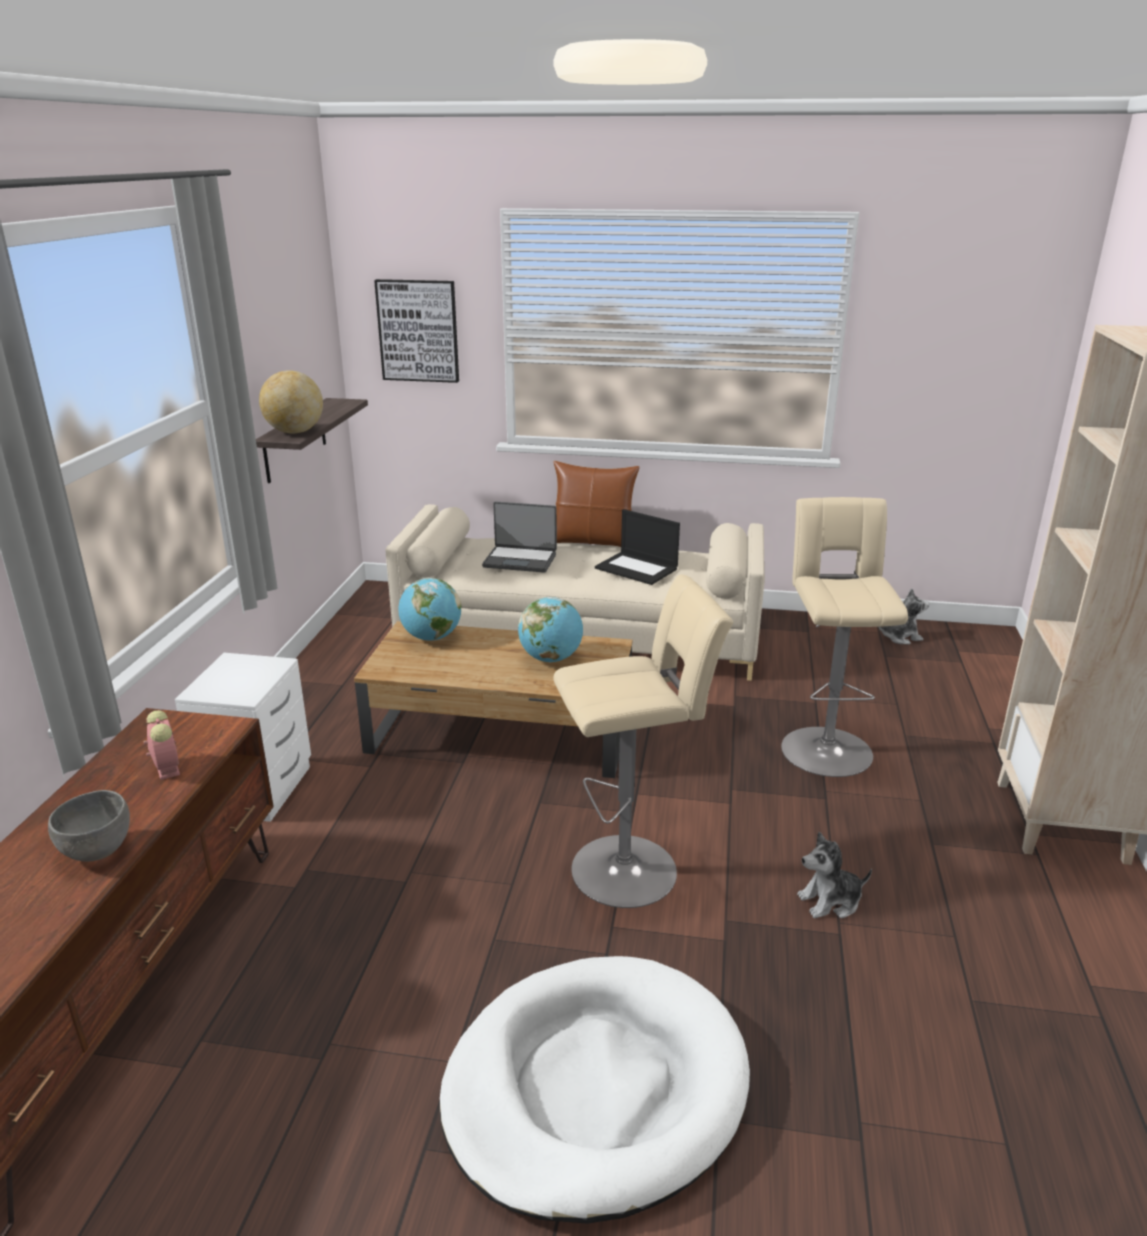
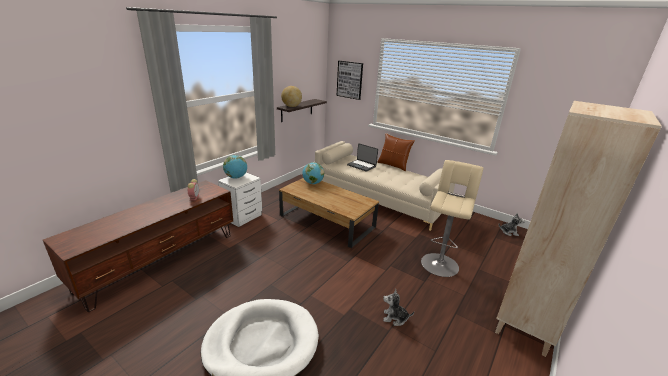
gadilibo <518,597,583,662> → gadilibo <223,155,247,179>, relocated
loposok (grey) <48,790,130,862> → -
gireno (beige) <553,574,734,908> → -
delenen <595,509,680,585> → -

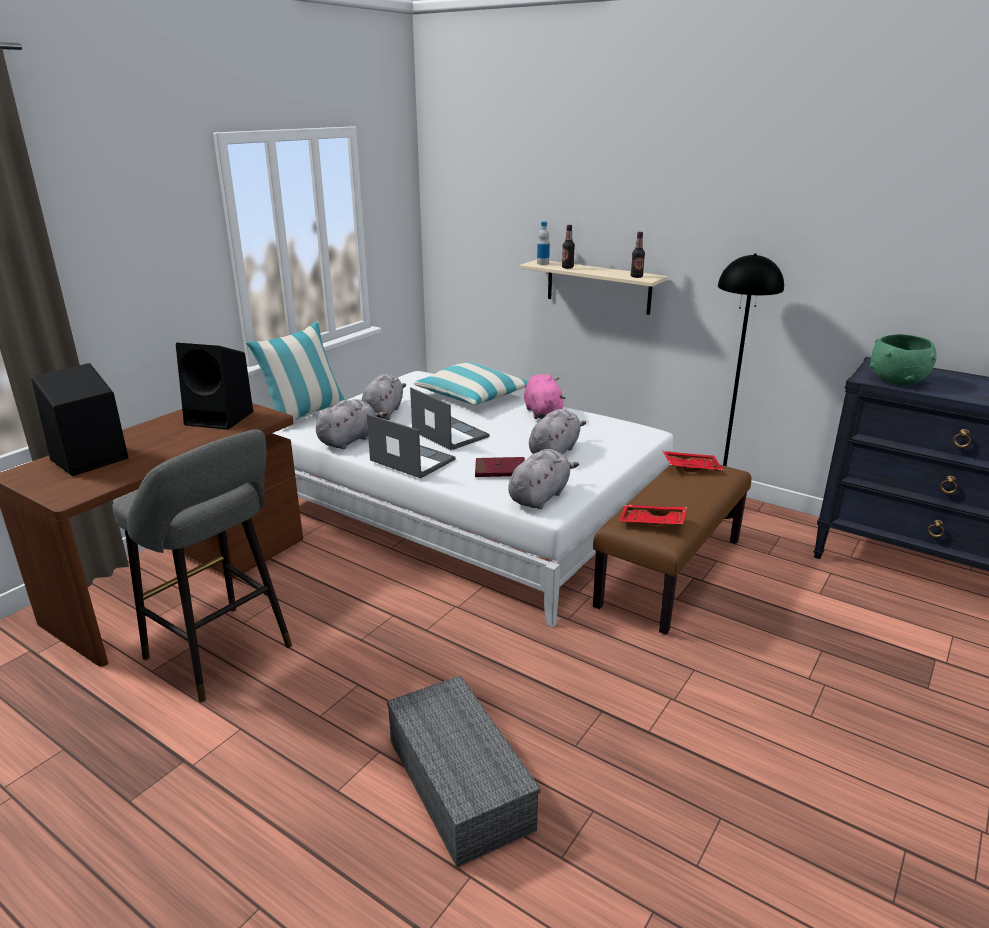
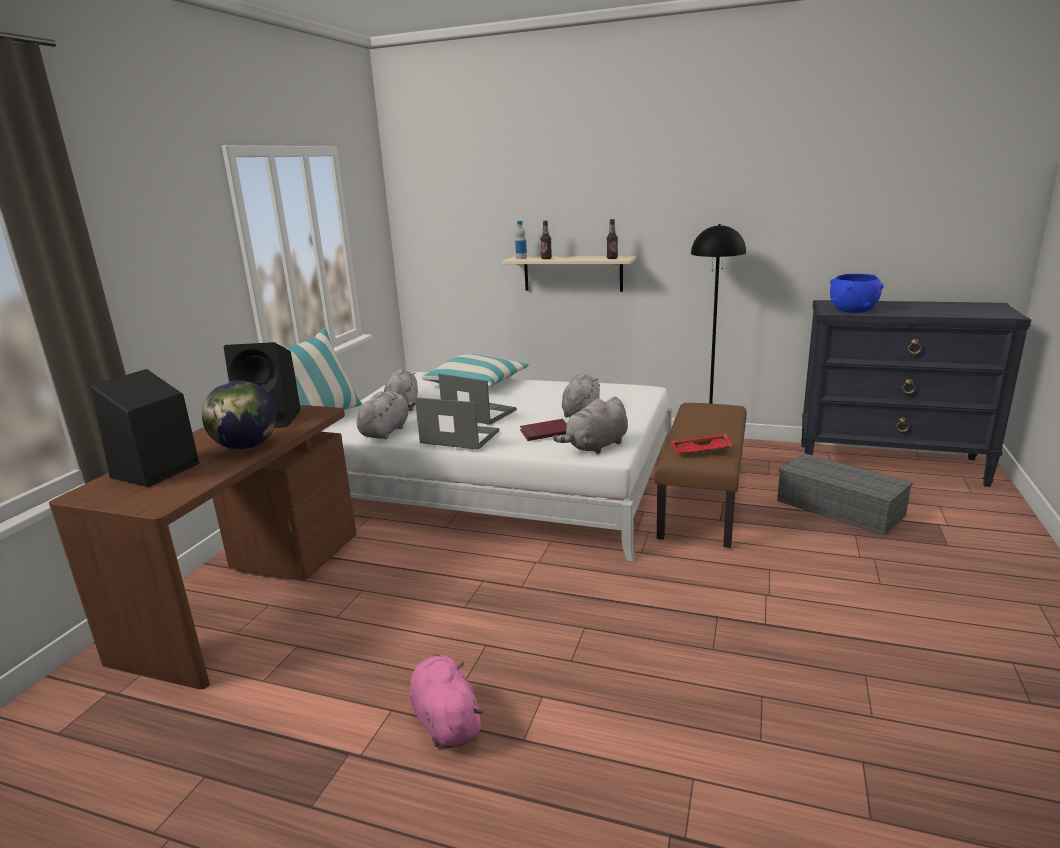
- → gadilibo <202,380,277,450>
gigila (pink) <524,374,565,419> → gigila (pink) <410,654,483,748>, relocated
gigila (grey) <508,449,579,509> → gigila (grey) <553,397,628,454>, 150 degrees counterclockwise
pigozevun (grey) <387,675,540,867> → pigozevun (grey) <777,453,913,536>, relocated
loposok (green) <870,334,937,385> → loposok (blue) <830,274,884,313>
gireno (grey) <112,429,292,702> → -
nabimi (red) <663,451,723,472> → -

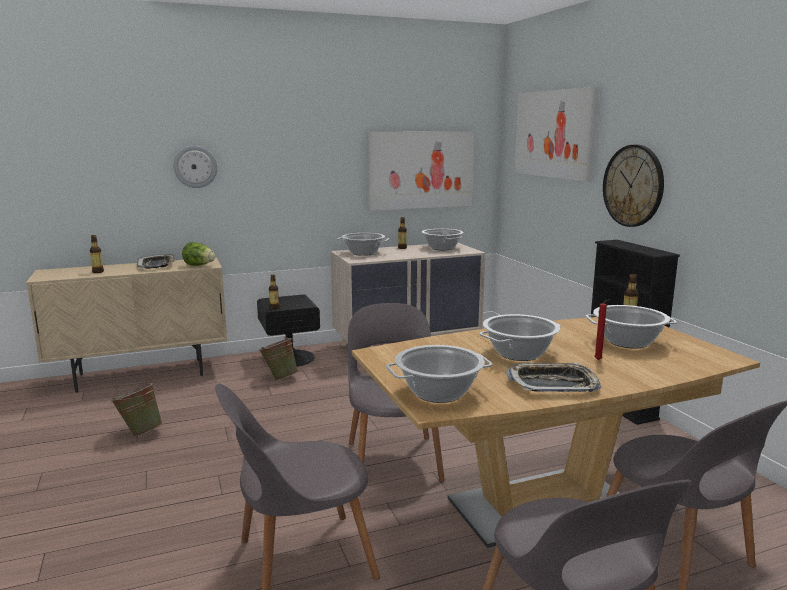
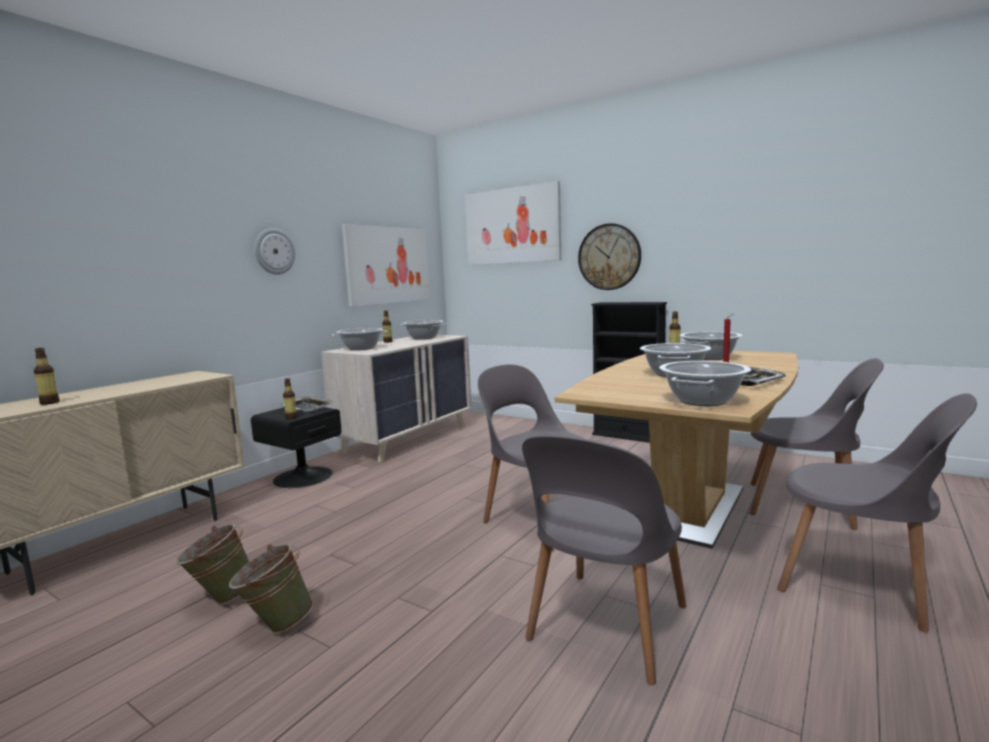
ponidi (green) <259,337,298,380> → ponidi (green) <229,544,314,634>, relocated
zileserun <173,145,217,188> → zileserun <255,228,295,275>, relocated
nabimi <137,254,175,269> → nabimi <280,397,334,412>, relocated
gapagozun <182,242,215,266> → -

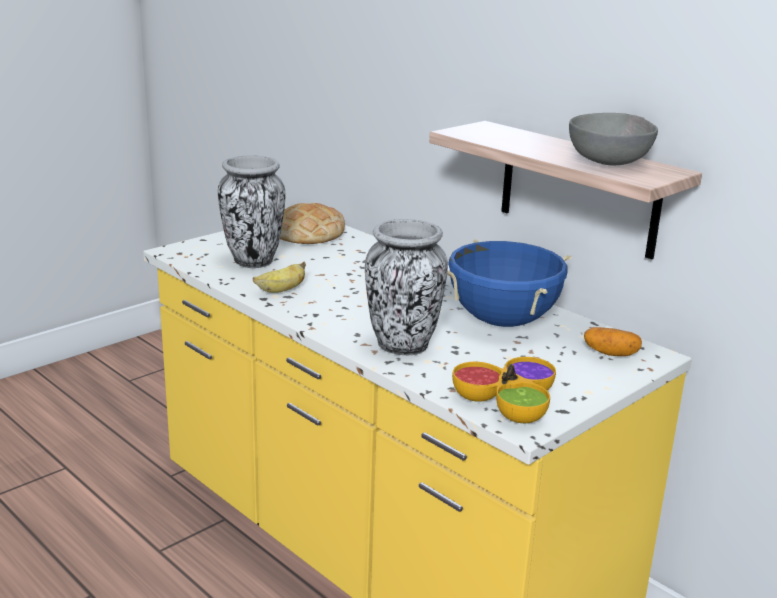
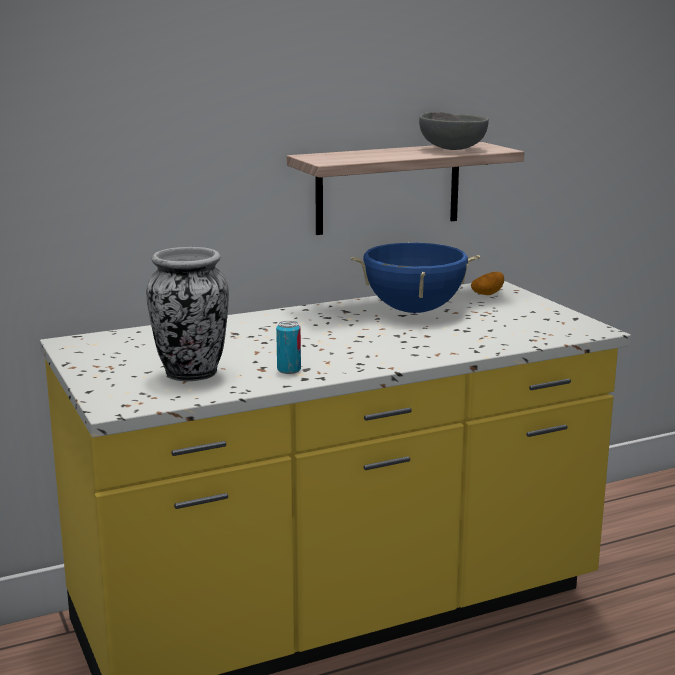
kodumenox <253,262,306,293> → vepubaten <276,321,301,374>
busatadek <280,203,345,244> → -
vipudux <365,219,448,355> → -
loposok <452,357,556,423> → -

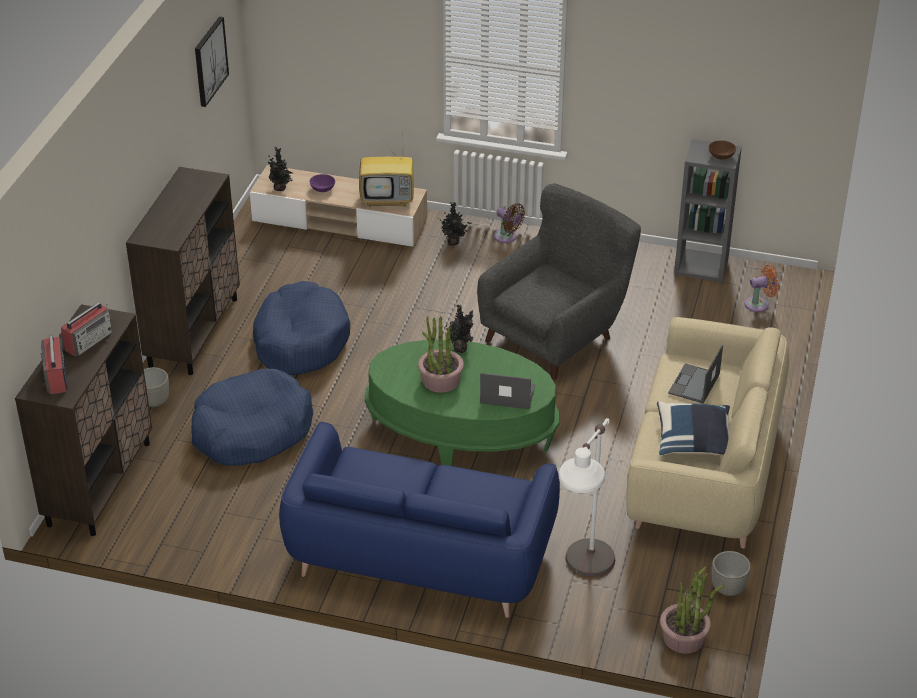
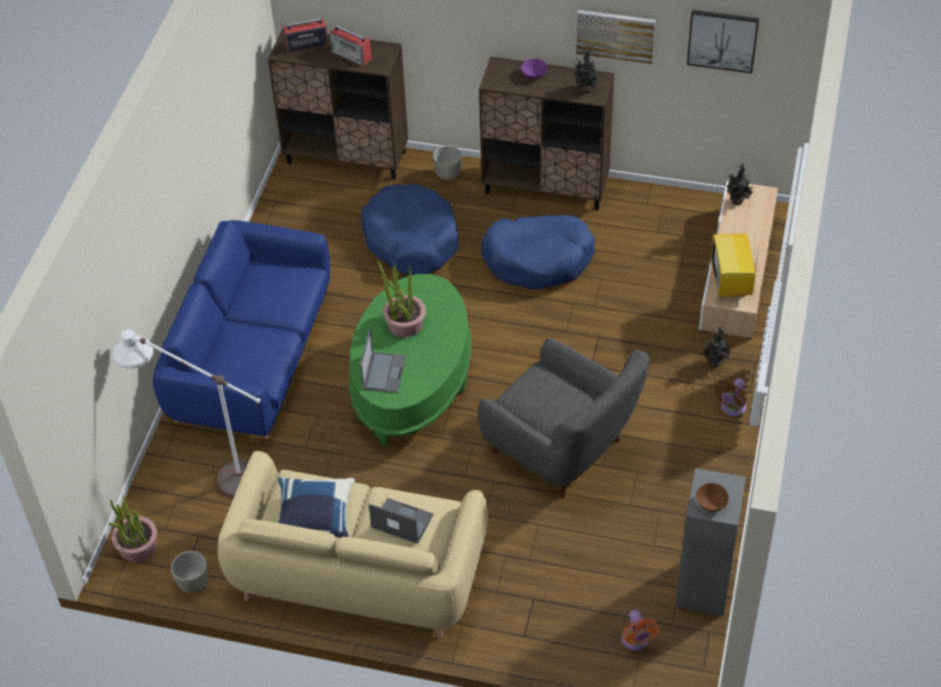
loposok (purple) <309,174,335,192> → loposok (purple) <521,58,547,79>, relocated
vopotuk <445,305,473,353> → vopotuk <575,49,603,93>, relocated
- → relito <576,10,656,64>

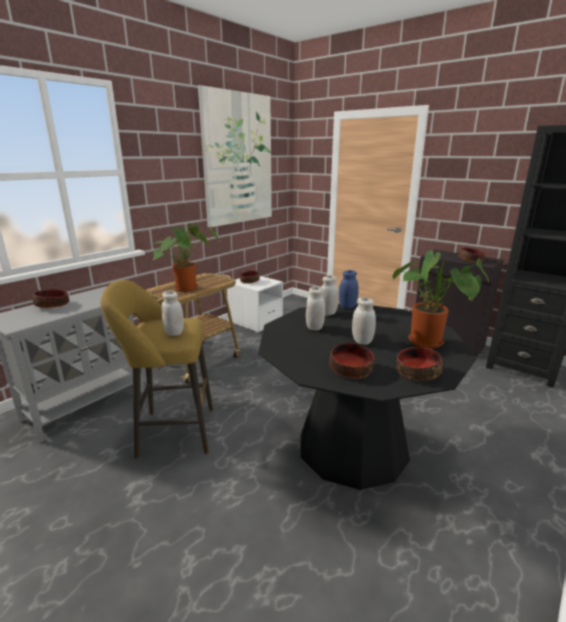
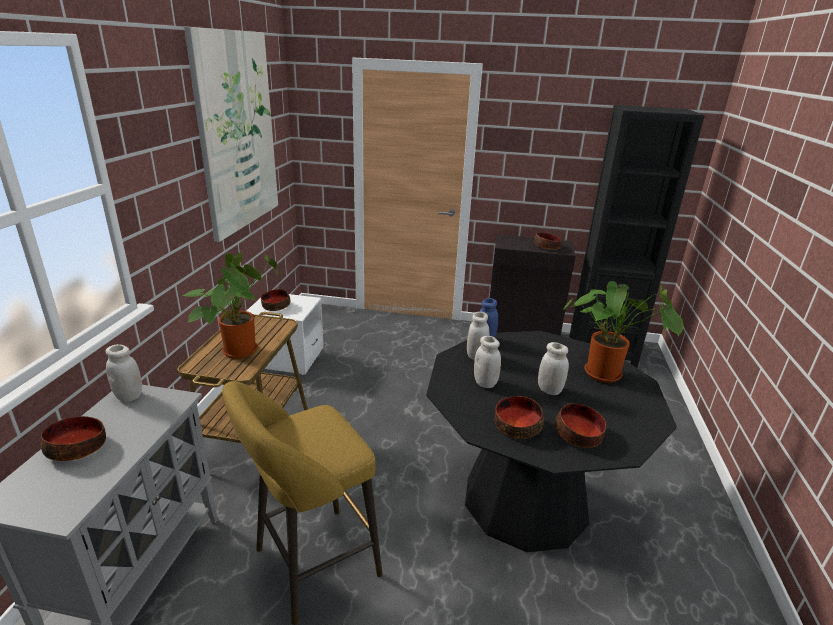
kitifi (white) <162,291,184,336> → kitifi (white) <105,344,142,402>, relocated
loposok <396,347,443,381> → loposok <495,396,544,439>, relocated

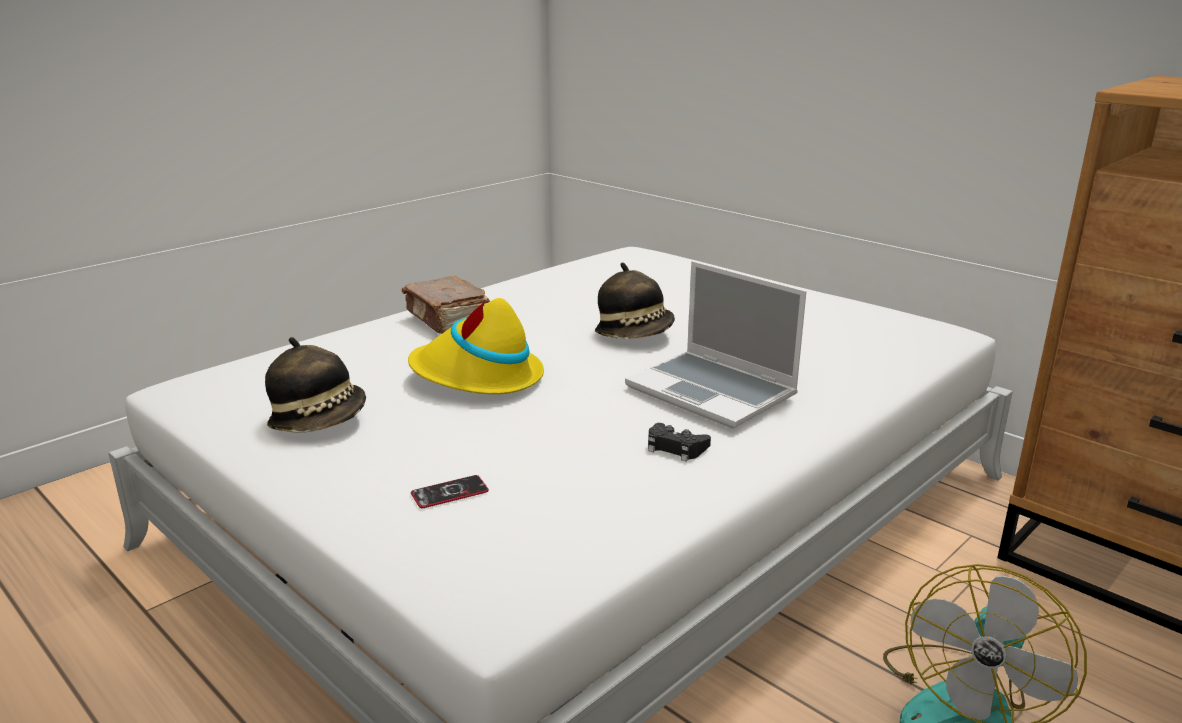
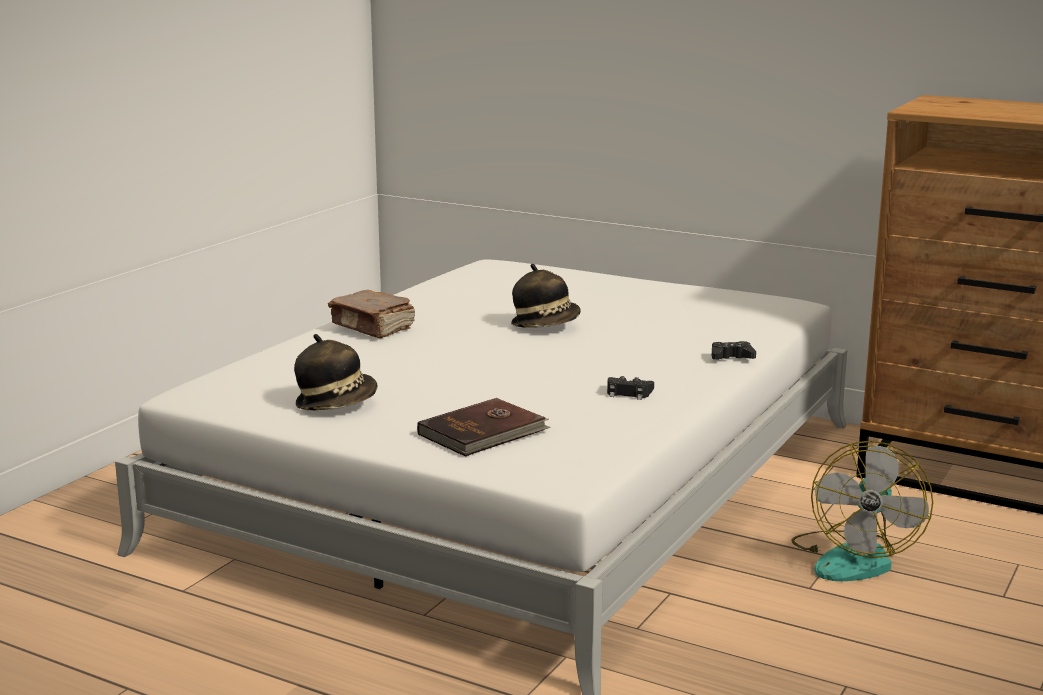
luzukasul <411,475,489,508> → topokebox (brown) <417,398,551,457>
- → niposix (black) <712,341,756,360>
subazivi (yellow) <408,298,544,394> → -
delenen <625,261,806,429> → -

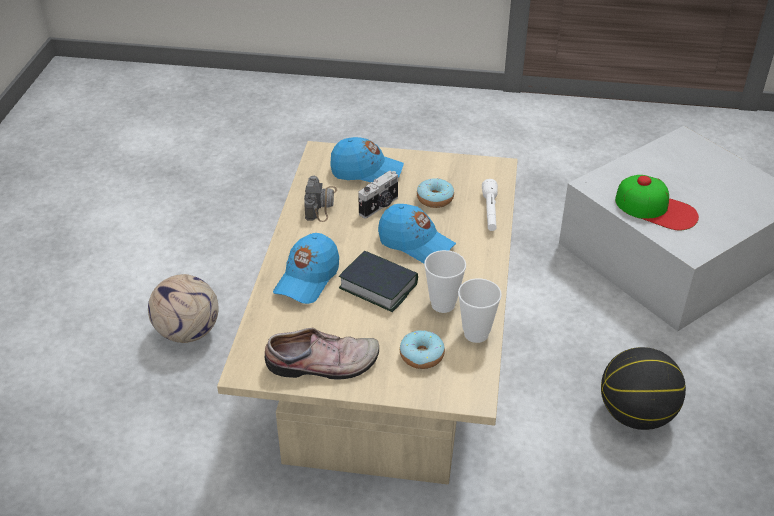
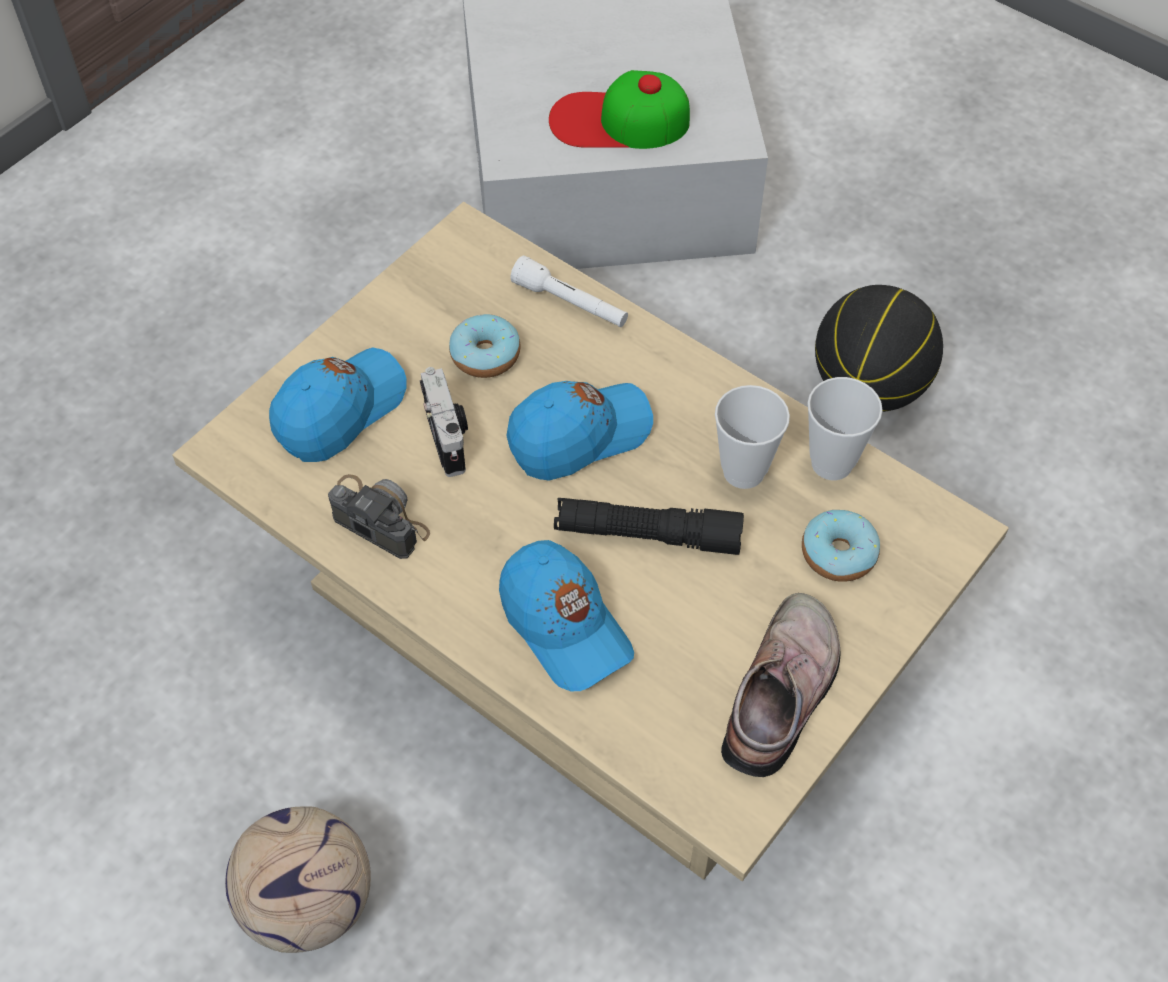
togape <615,175,699,230> → togape <549,70,690,149>, 150 degrees counterclockwise
topokebox <339,250,418,312> → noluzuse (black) <554,498,744,555>

